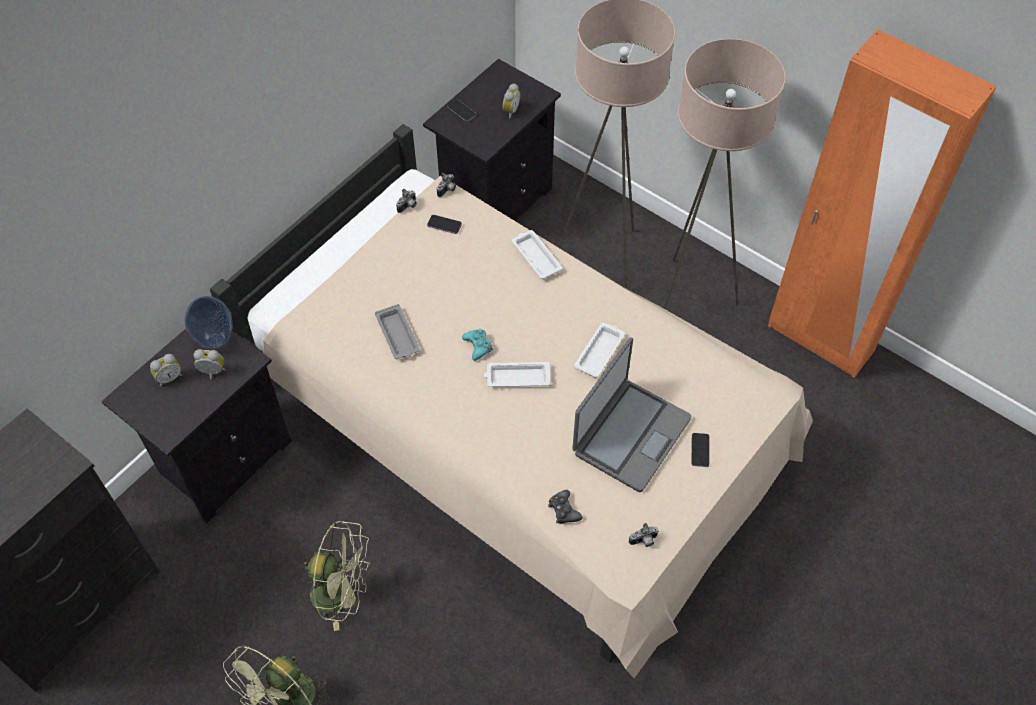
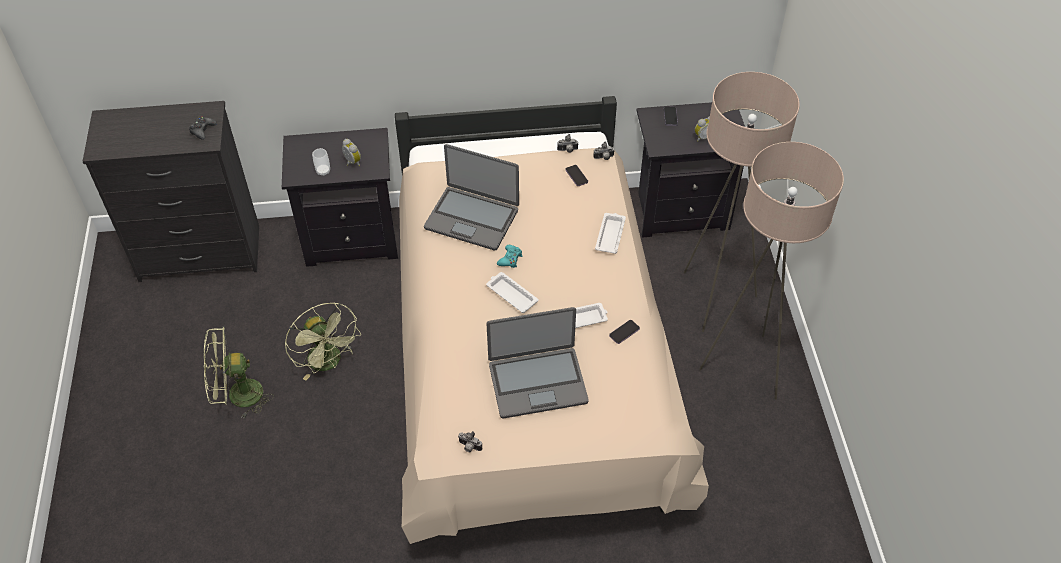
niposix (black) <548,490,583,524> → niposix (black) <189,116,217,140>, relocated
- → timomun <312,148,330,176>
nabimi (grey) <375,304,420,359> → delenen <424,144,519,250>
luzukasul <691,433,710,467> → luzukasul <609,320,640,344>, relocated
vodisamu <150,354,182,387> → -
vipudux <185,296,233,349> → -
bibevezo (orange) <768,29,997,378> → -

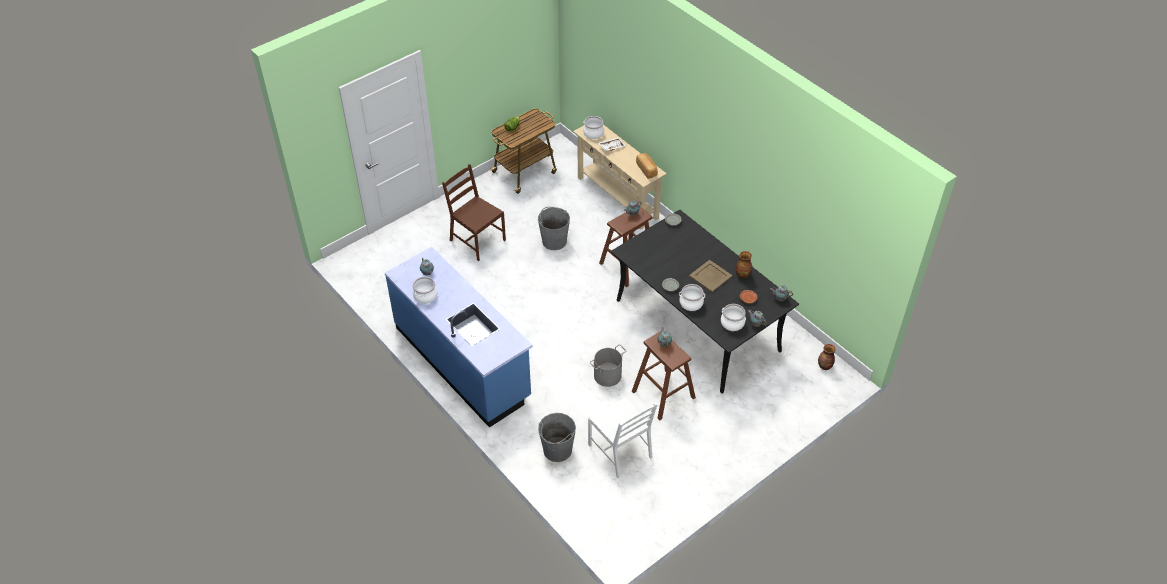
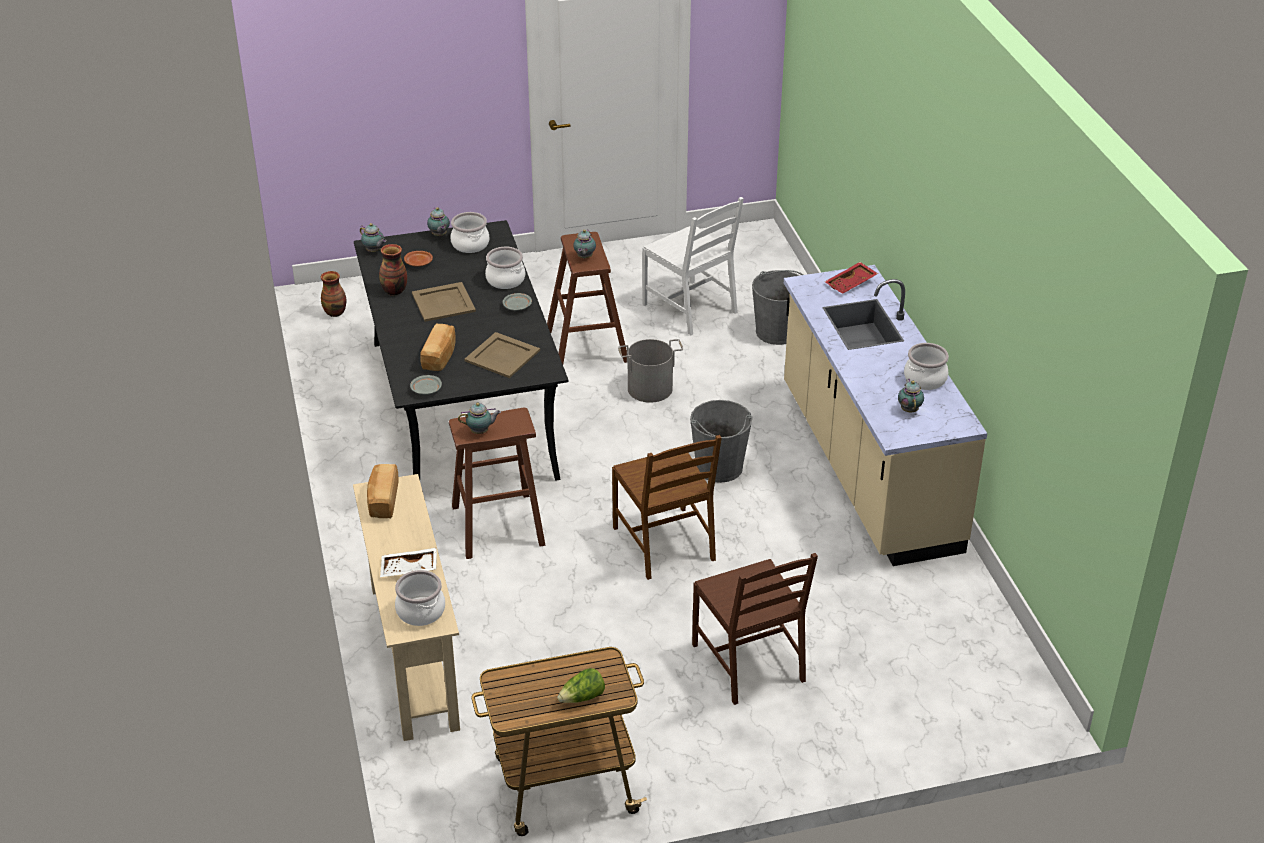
- → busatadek <420,324,456,371>
- → nabimi (beige) <464,332,540,378>
- → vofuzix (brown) <612,435,722,580>
vofuzix (white) <588,397,658,478> → vofuzix (white) <642,197,744,335>, 150 degrees clockwise
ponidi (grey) <538,207,570,250> → ponidi (grey) <690,400,752,483>, relocated
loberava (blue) <385,247,532,428> → loberava (beige) <784,265,987,566>
- → nabimi (red) <825,262,878,294>

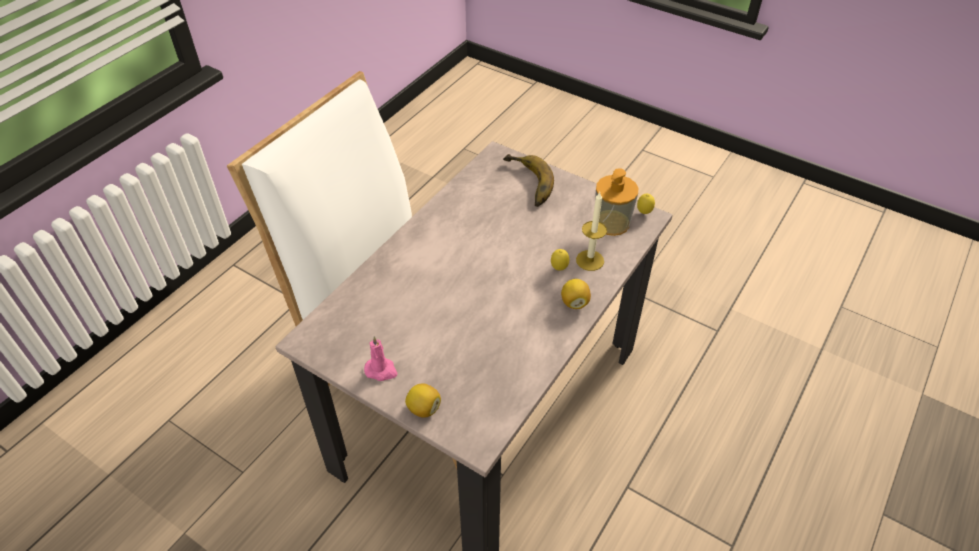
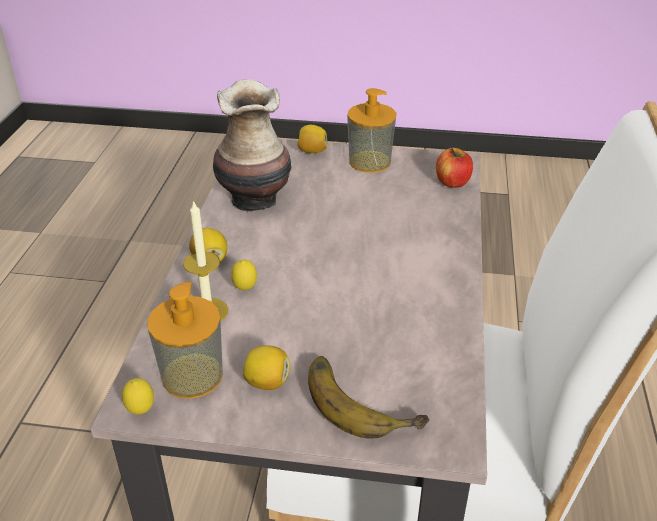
- → vipudux <213,79,291,212>
- → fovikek <243,345,290,390>
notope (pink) <364,336,397,381> → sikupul <347,88,396,173>
- → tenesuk <436,148,473,188>

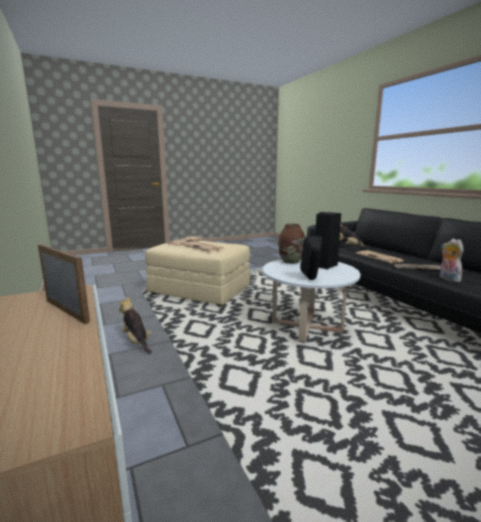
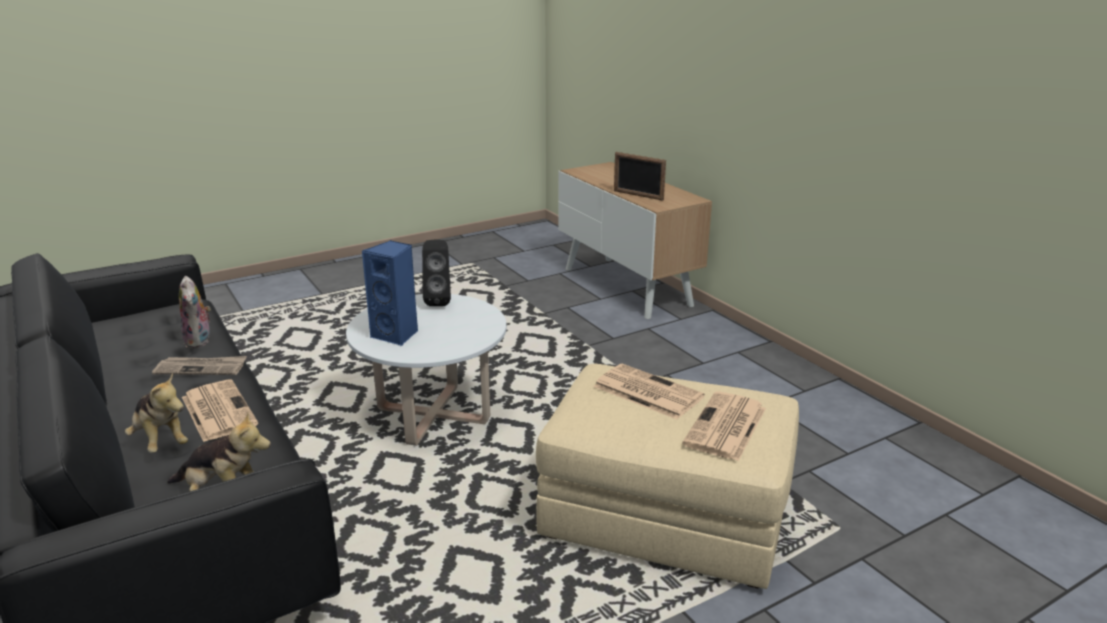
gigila <119,297,152,354> → gigila <125,373,188,453>, relocated
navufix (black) <315,212,341,269> → navufix (blue) <362,240,418,346>
vipudux (brown) <278,224,305,264> → -

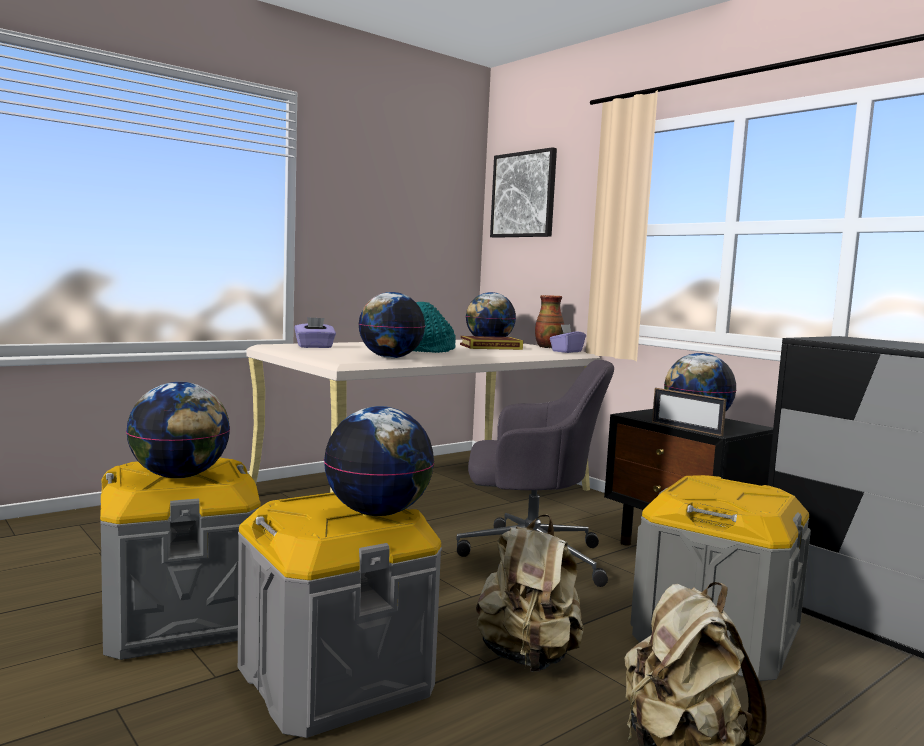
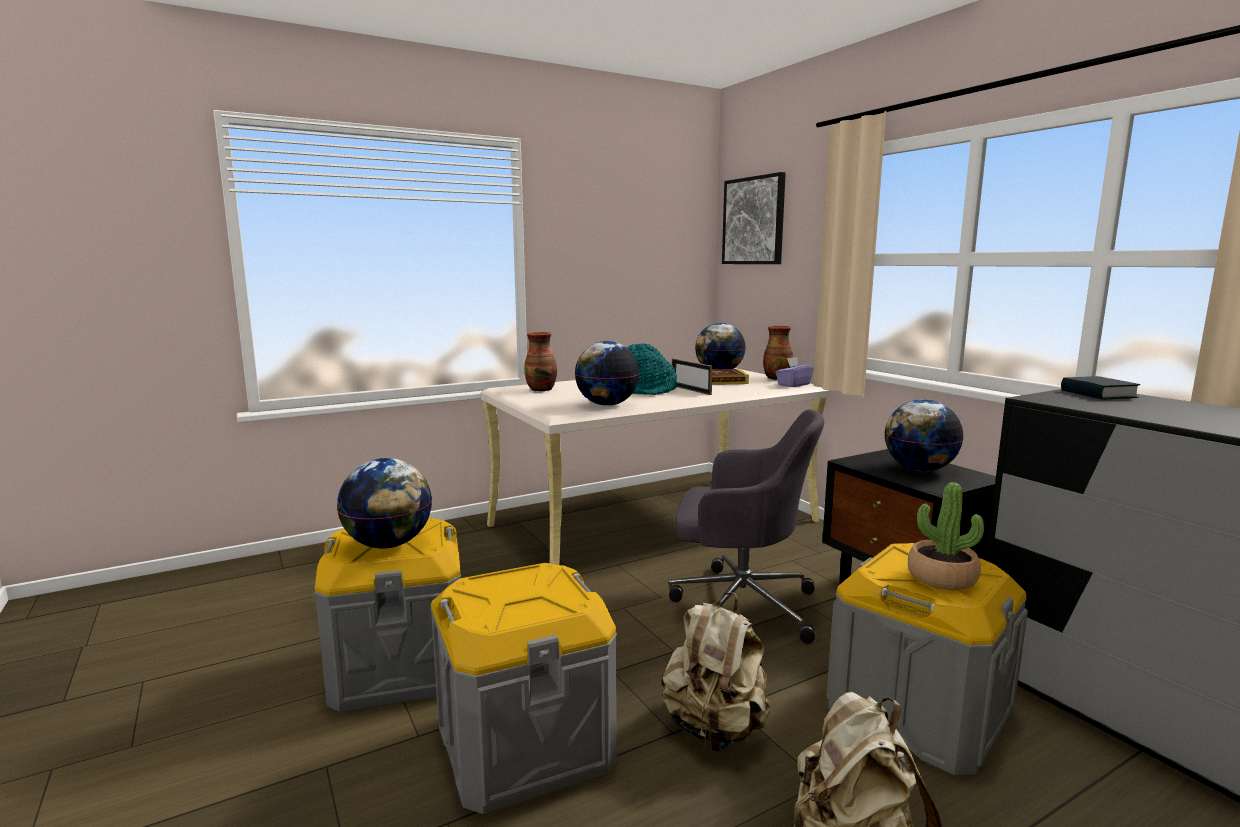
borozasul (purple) <294,317,336,348> → vipudux <524,332,557,392>
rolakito <652,388,727,436> → rolakito <672,358,713,395>, relocated
- → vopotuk <908,482,984,590>
- → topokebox <1061,376,1140,400>
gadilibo <324,406,434,516> → -

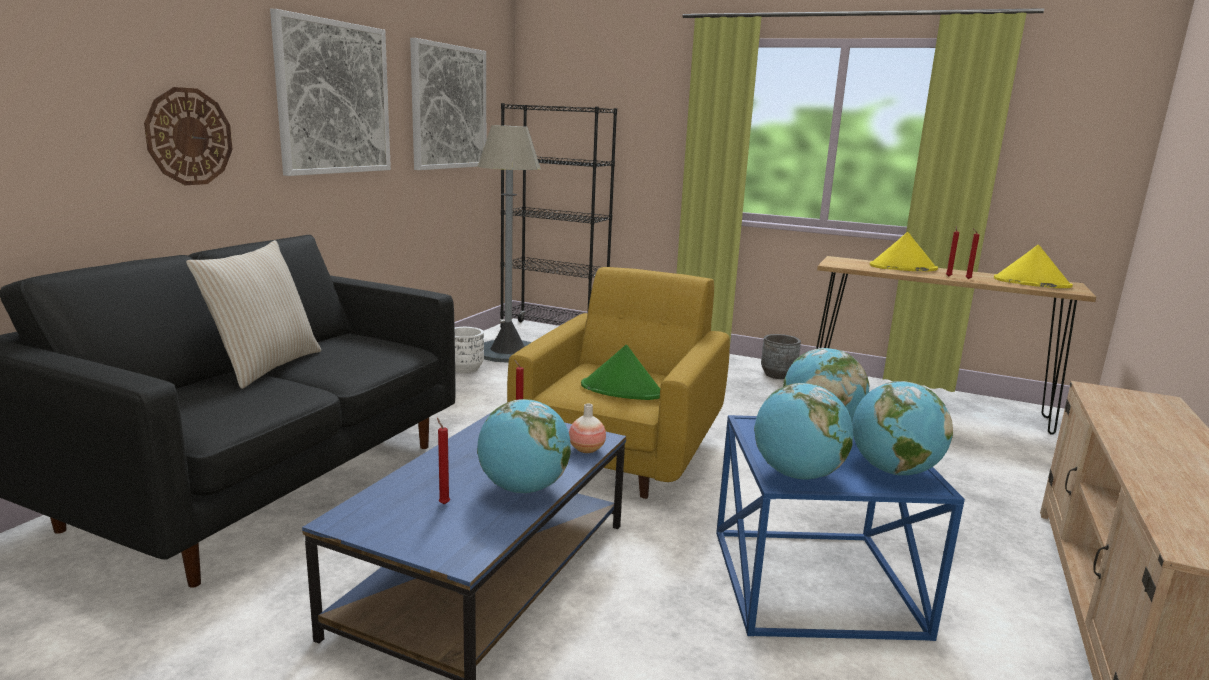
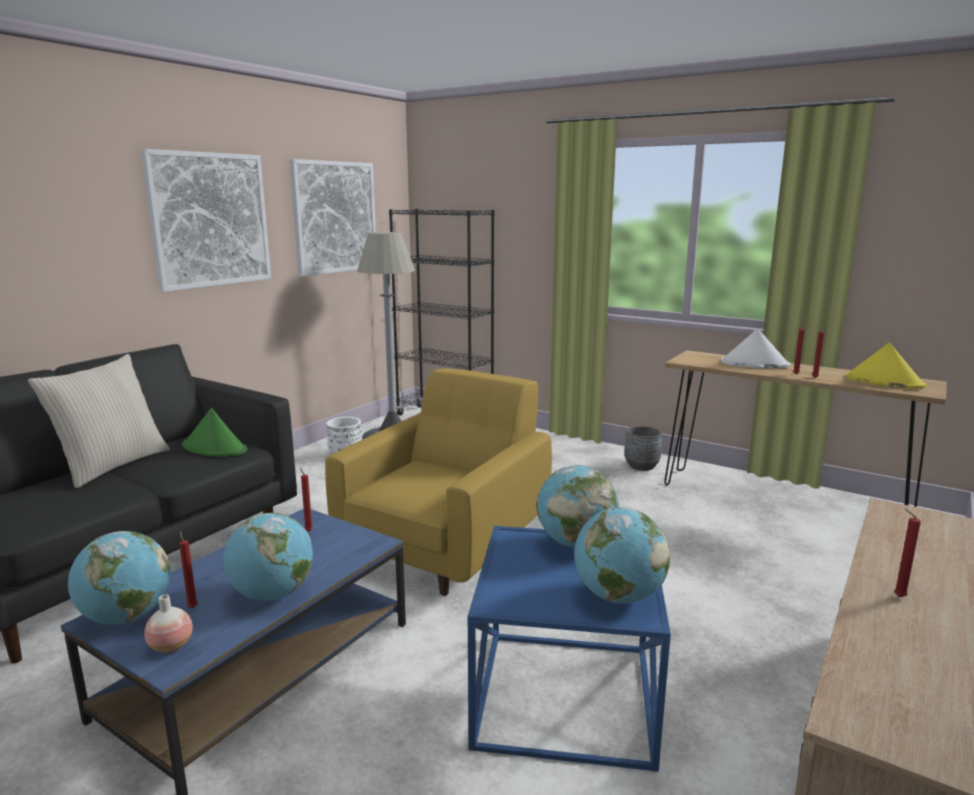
gadilibo <754,383,853,479> → gadilibo <68,531,170,625>, relocated
vipudux <569,403,606,453> → vipudux <144,594,193,653>, relocated
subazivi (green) <581,345,660,400> → subazivi (green) <182,408,247,457>, relocated
subazivi (yellow) <870,232,938,271> → subazivi (white) <721,328,791,369>
- → notope (red) <894,509,921,597>
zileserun <144,87,233,185> → -

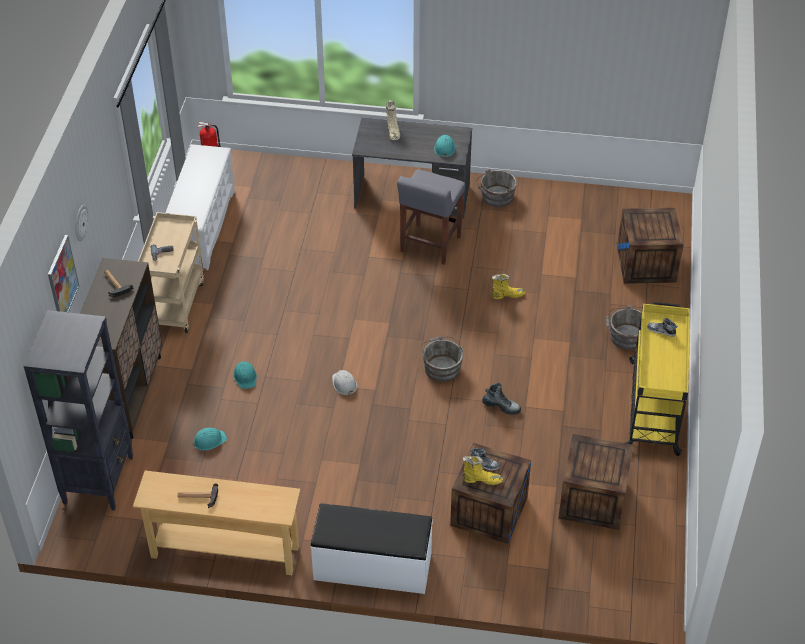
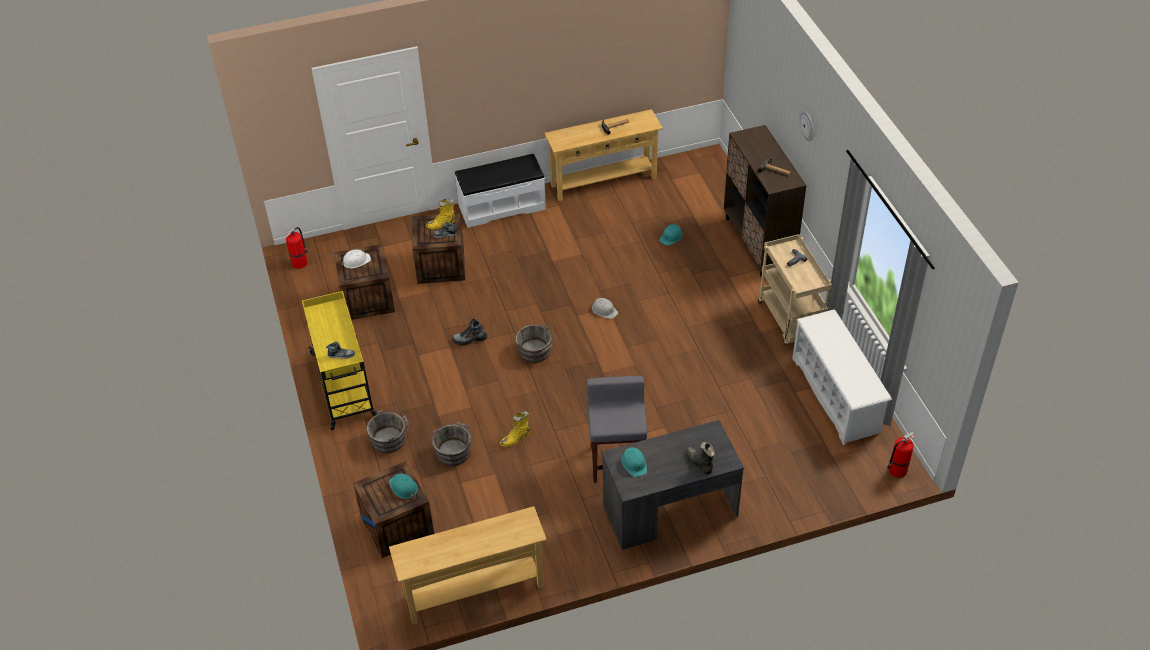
- → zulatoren <285,227,308,269>
- → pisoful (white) <342,250,371,268>
pisoful (turquoise) <233,361,257,389> → pisoful (turquoise) <389,473,418,499>, relocated
- → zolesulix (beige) <389,506,547,624>
ponidi (grey) <476,169,517,207> → ponidi (grey) <432,421,475,466>, relocated
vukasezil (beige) <386,100,400,140> → vukasezil (black) <686,442,715,474>
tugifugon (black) <24,310,133,511> → -
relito <48,235,79,312> → -

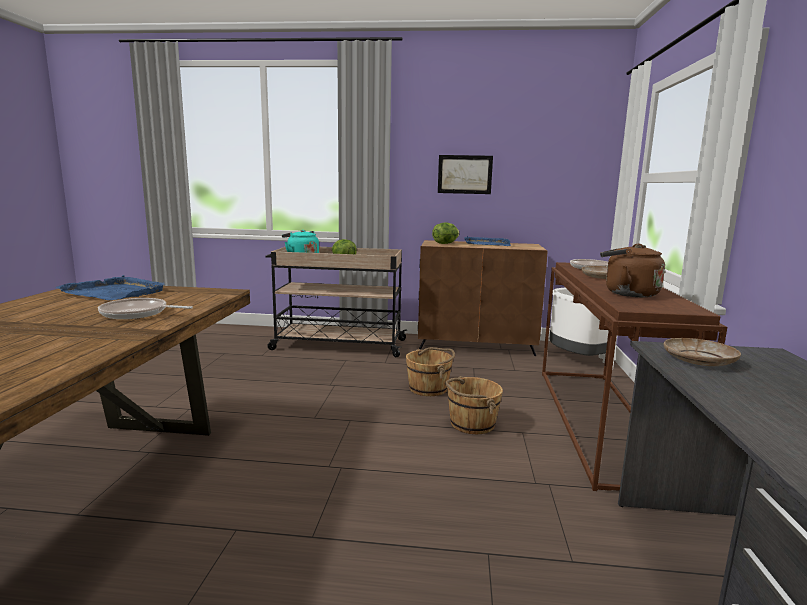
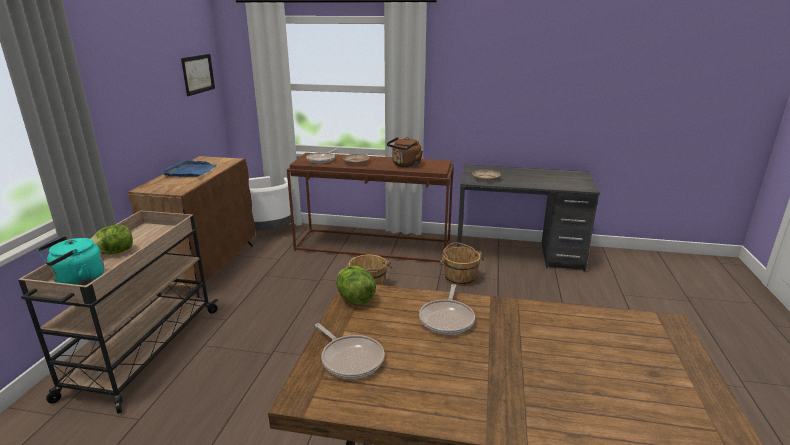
relito <438,155,493,194> → relito <181,54,215,96>, relocated
nabimi (blue) <56,275,165,300> → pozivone <315,323,384,379>
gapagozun <432,222,459,244> → gapagozun <336,266,376,306>, relocated
ponidi (brown) <406,347,455,396> → ponidi (brown) <438,242,484,286>, relocated

